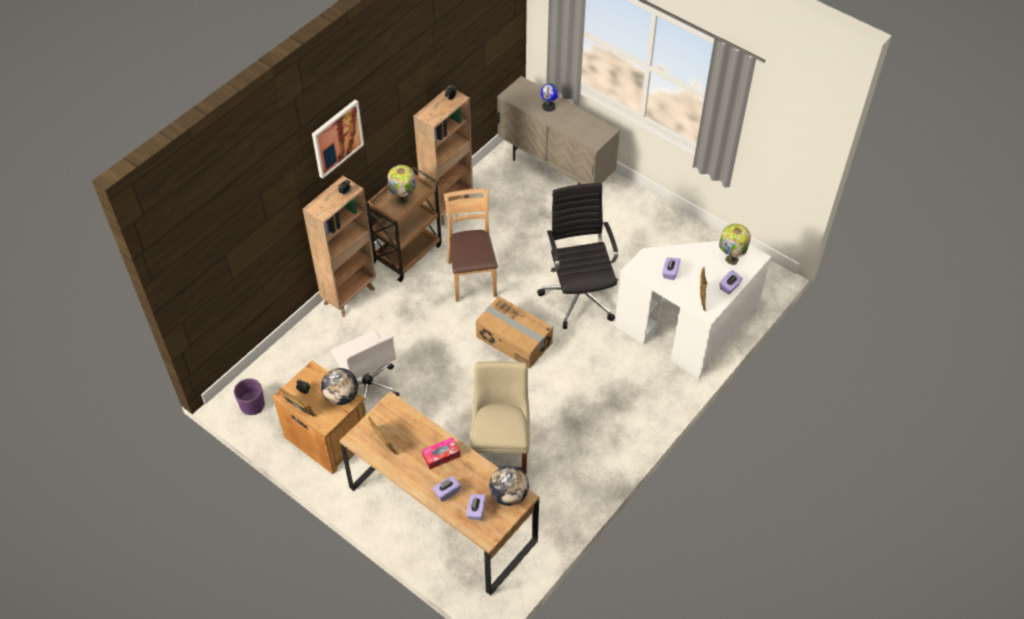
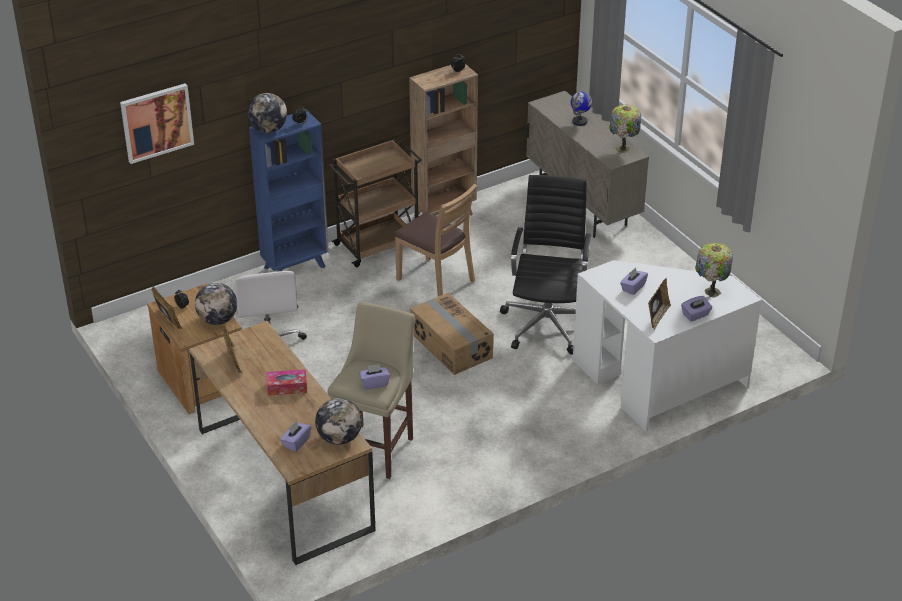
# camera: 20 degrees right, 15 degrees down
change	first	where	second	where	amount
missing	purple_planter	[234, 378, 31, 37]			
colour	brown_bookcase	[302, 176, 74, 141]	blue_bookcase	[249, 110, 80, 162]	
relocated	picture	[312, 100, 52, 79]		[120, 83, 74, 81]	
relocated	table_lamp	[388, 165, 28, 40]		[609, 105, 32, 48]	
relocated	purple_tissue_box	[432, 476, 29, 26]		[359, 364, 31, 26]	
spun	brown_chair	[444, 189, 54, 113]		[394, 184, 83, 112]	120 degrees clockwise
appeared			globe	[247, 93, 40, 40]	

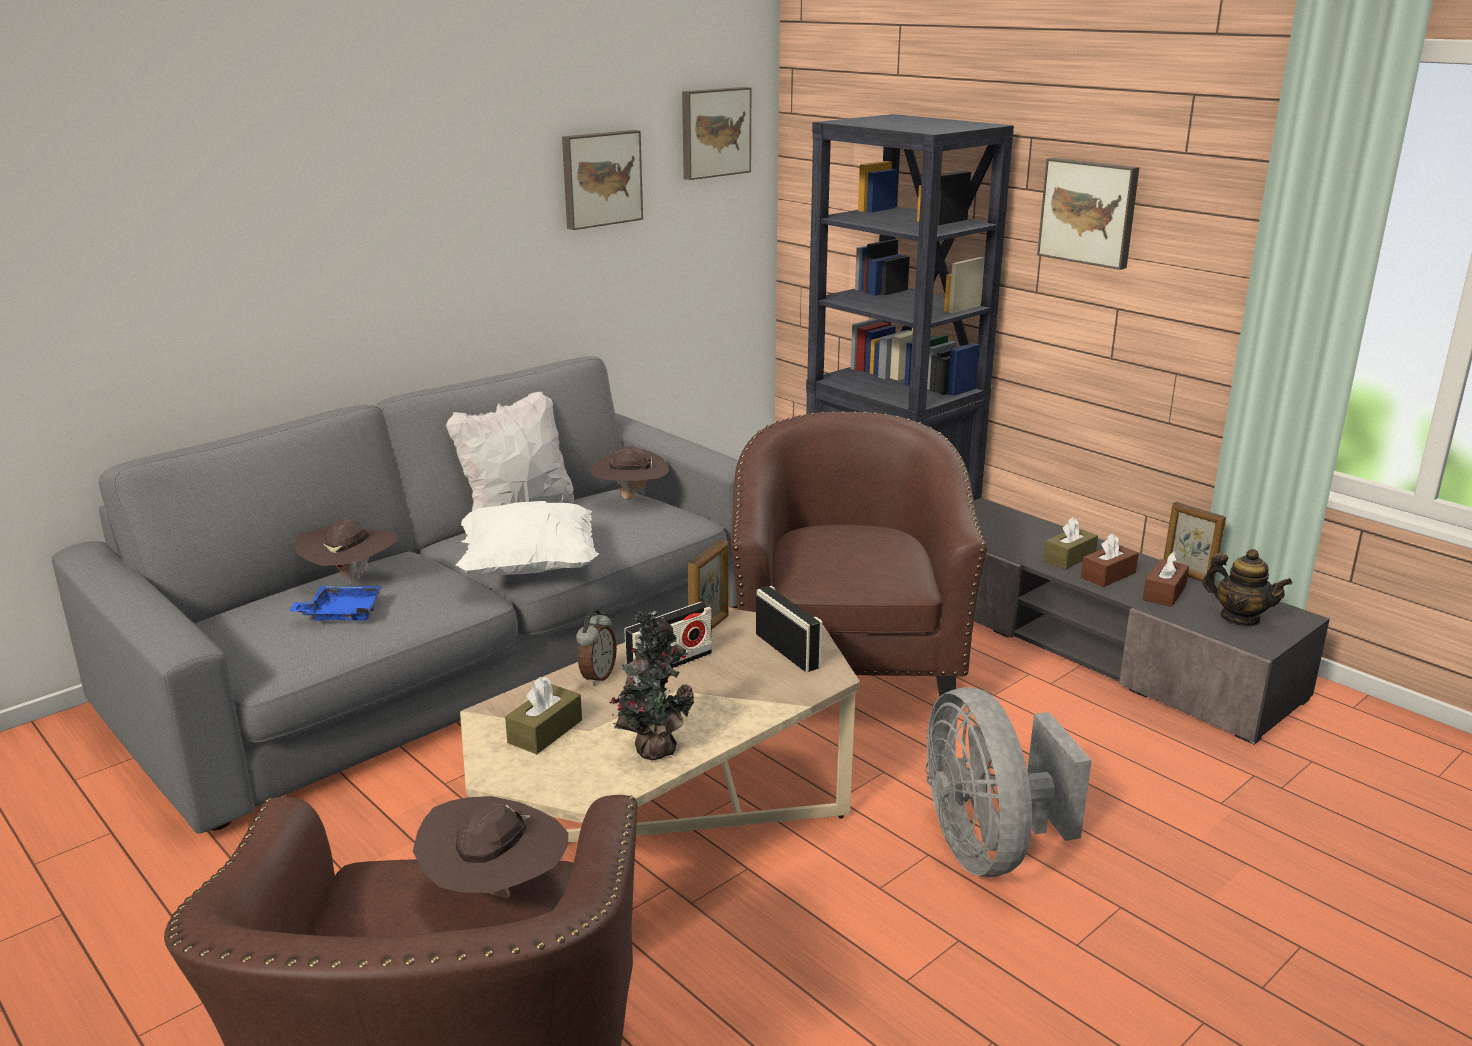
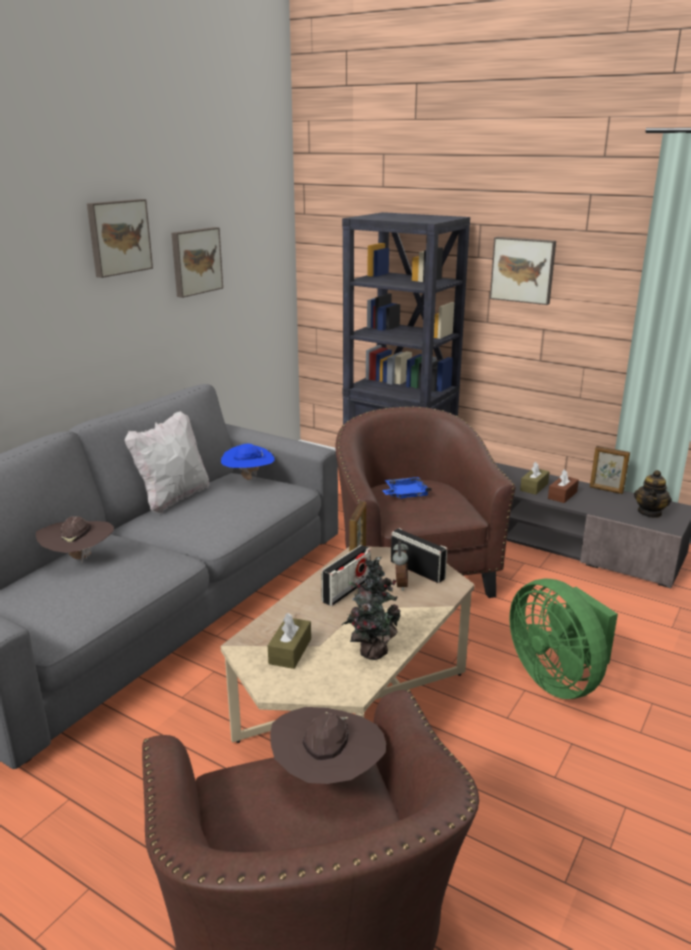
# camera: 15 degrees left, 0 degrees up
change	first	where	second	where	amount
relocated	blue_tray	[289, 586, 93, 35]		[382, 477, 50, 22]	
missing	white_pillow	[455, 501, 144, 75]			
relocated	alarm_clock	[576, 610, 41, 76]		[392, 541, 16, 50]	
colour	brown_hat	[591, 447, 78, 53]	blue_hat	[221, 443, 53, 37]	
relocated	picture	[682, 87, 69, 93]		[87, 199, 66, 79]	
colour	grey_fan	[926, 687, 166, 190]	green_fan	[509, 578, 109, 121]	
missing	brown_tissue_box	[1143, 551, 46, 56]			
spun	teapot	[1202, 549, 90, 77]		[634, 470, 38, 48]	90 degrees clockwise

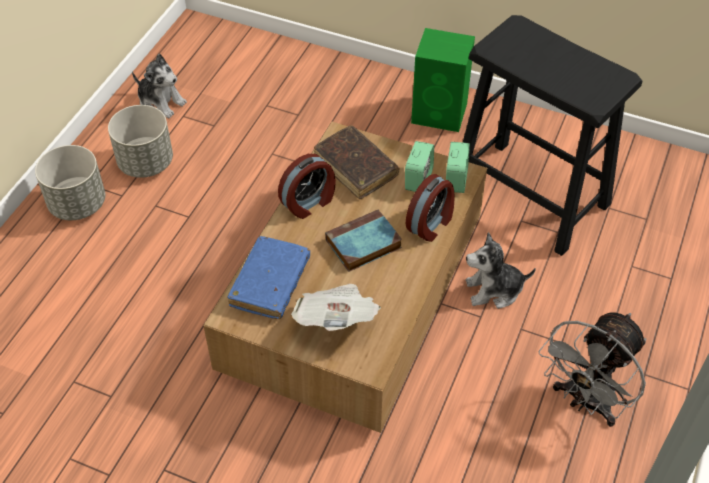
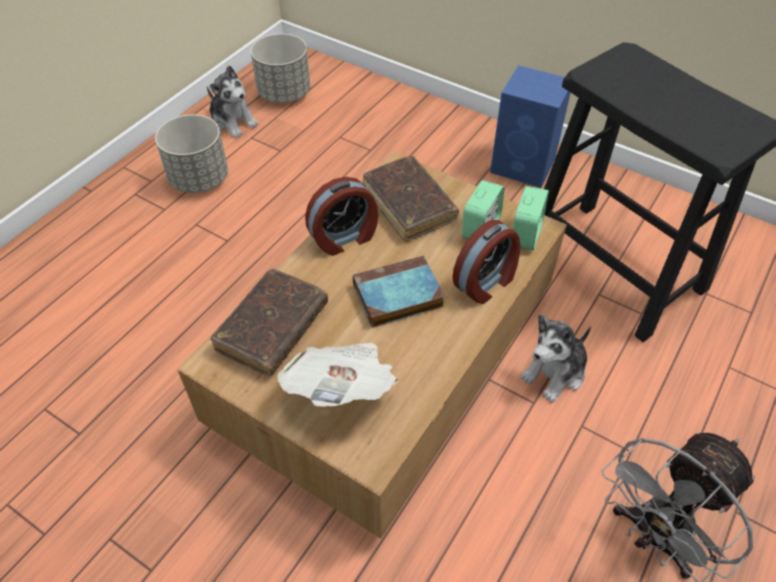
# camera: 10 degrees right, 0 degrees up
change	first	where	second	where	amount
relocated	grey_planter	[35, 145, 70, 75]		[251, 34, 59, 69]	
colour	blue_book	[227, 236, 83, 83]	brown_book	[210, 269, 118, 107]	
colour	green_speaker	[411, 28, 64, 104]	blue_speaker	[490, 65, 81, 123]	
spun	plush_toy	[466, 232, 70, 77]		[520, 314, 71, 89]	45 degrees counterclockwise

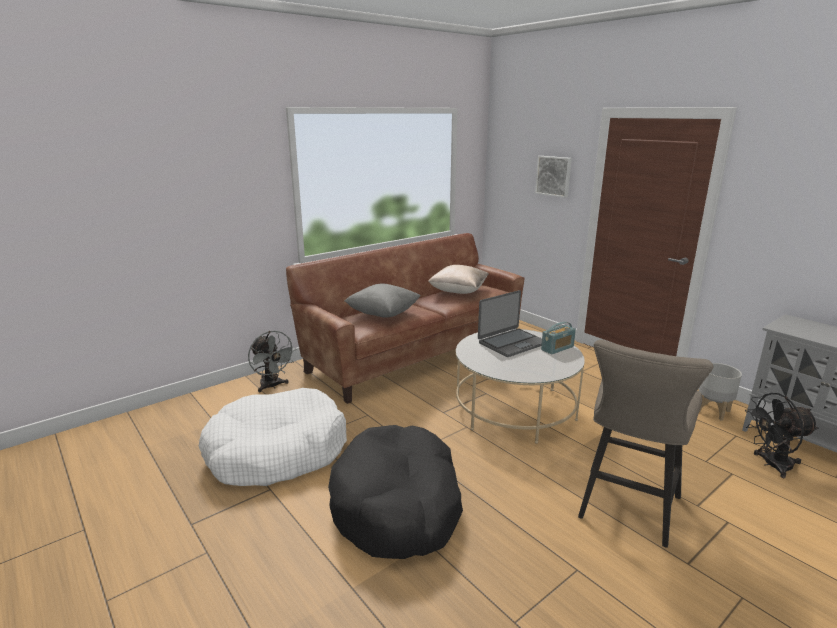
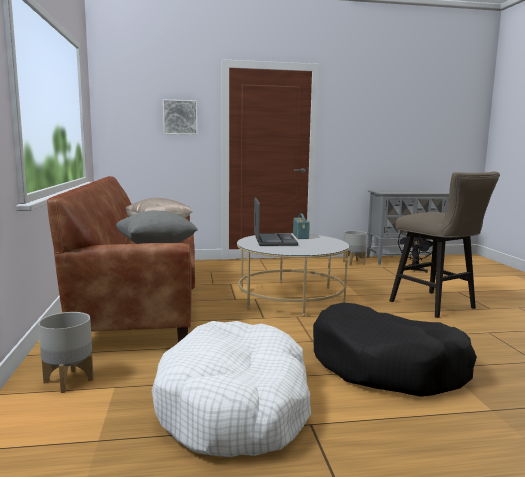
# camera: 60 degrees left, 10 degrees down
change	first	where	second	where	amount
exchanged	grey_fan	[248, 331, 48, 62]	grey_planter	[38, 312, 56, 81]	

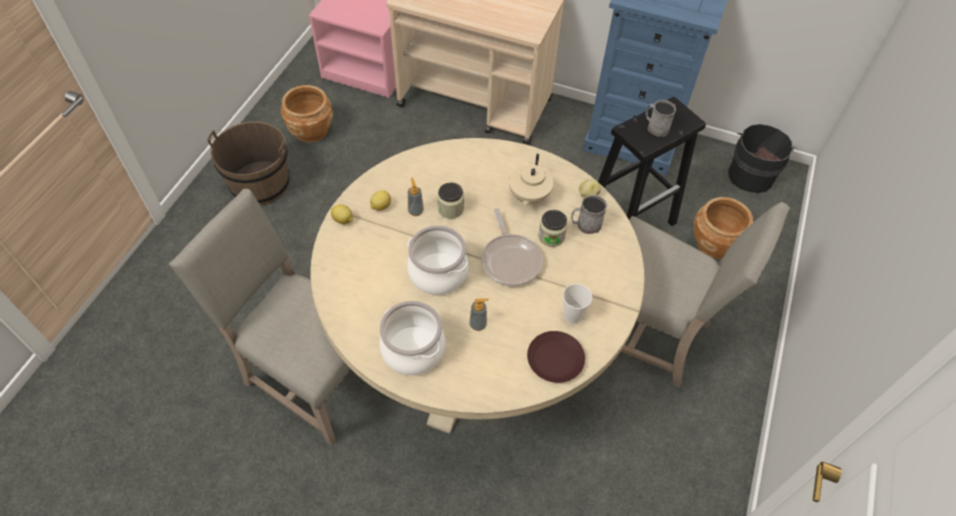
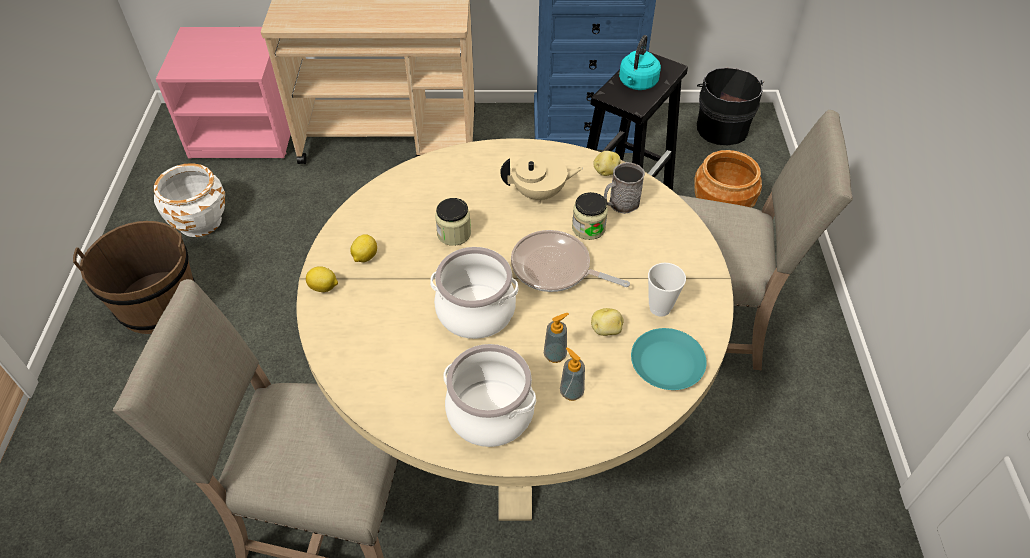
# camera: 20 degrees left, 5 degrees down
change	first	where	second	where	amount
colour	brown_planter	[281, 85, 52, 58]	white_planter	[154, 163, 71, 74]	
relocated	soap_dispenser	[408, 178, 16, 38]		[560, 347, 25, 54]	
spun	frying_pan	[481, 208, 62, 78]		[511, 230, 119, 62]	150 degrees clockwise
spun	beige_teapot	[509, 154, 44, 54]		[500, 153, 83, 51]	90 degrees counterclockwise
colour	brown_plate	[527, 331, 58, 52]	turquoise_plate	[631, 328, 76, 62]	
exchanged	grey_mug	[646, 100, 30, 37]	turquoise_kettle	[619, 35, 42, 55]	
appeared			potato	[591, 308, 33, 28]	

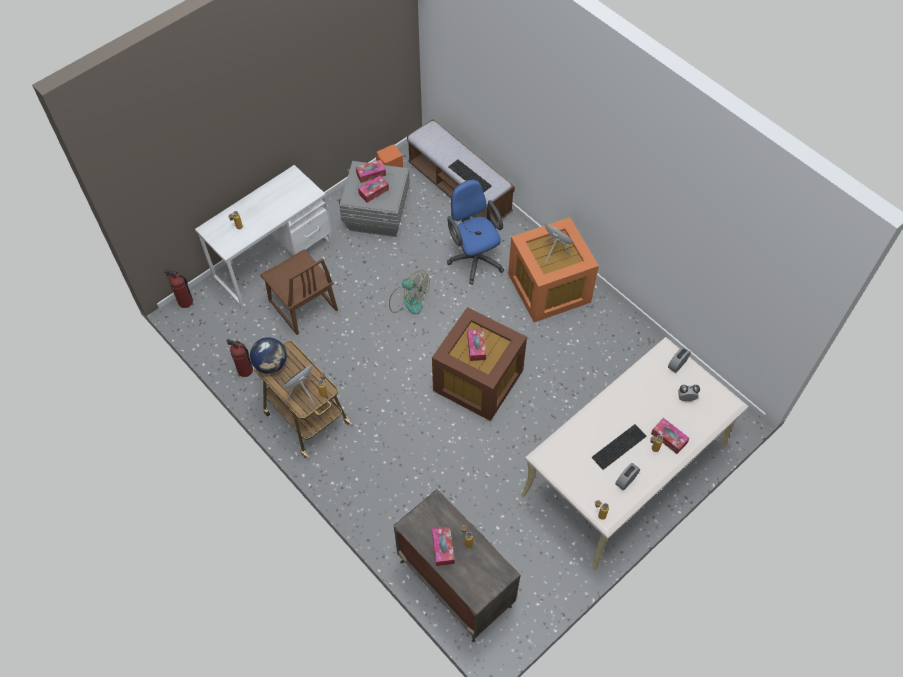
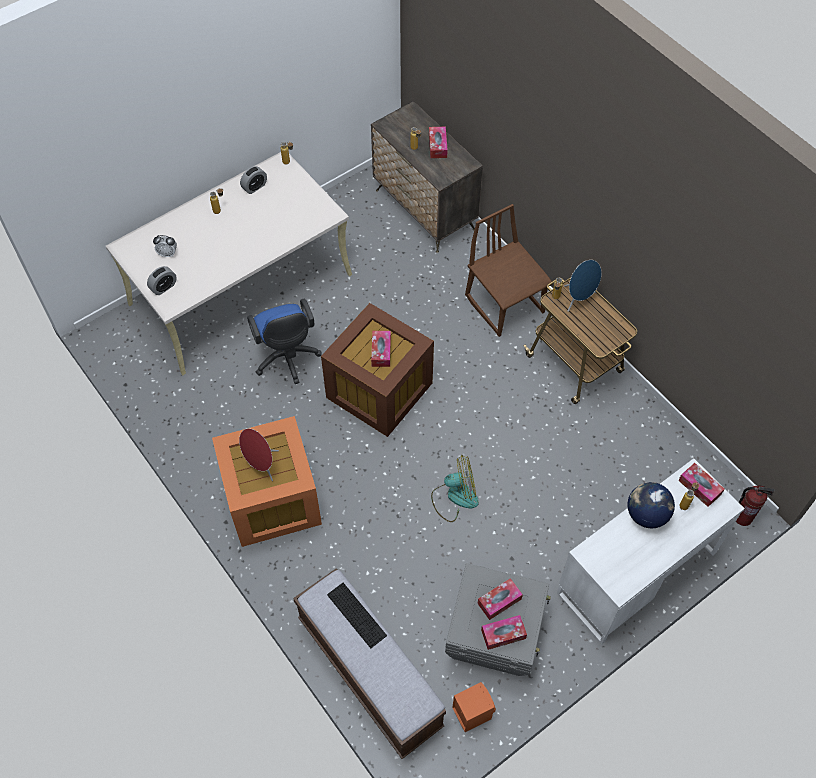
# camera: 175 degrees left, 0 degrees up
change	first	where	second	where	amount
missing	fire_extinguisher	[226, 339, 27, 38]			
relocated	globe	[250, 337, 37, 37]		[627, 482, 48, 46]	
relocated	brown_chair	[260, 249, 78, 86]		[465, 204, 87, 133]	
spun	fan	[389, 270, 41, 44]		[431, 455, 48, 67]	135 degrees clockwise
relocated	blue_office_chair	[447, 179, 57, 106]		[247, 299, 74, 85]	
missing	keyboard	[592, 424, 54, 46]			
relocated	tissue_box	[651, 418, 39, 36]		[678, 463, 46, 44]	

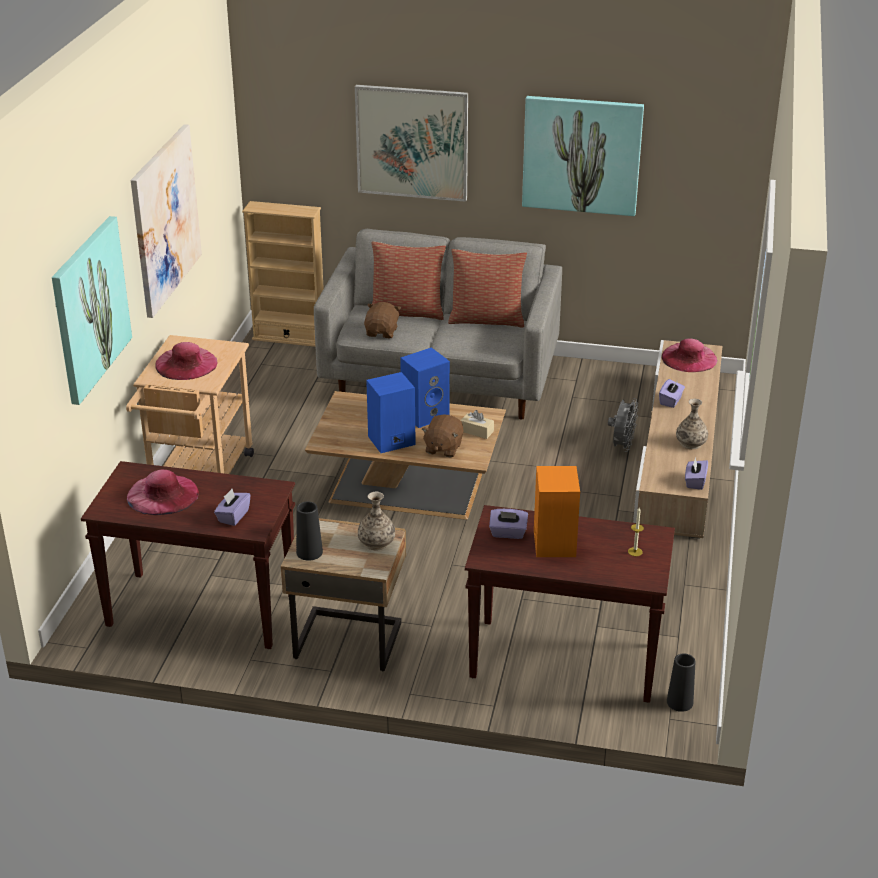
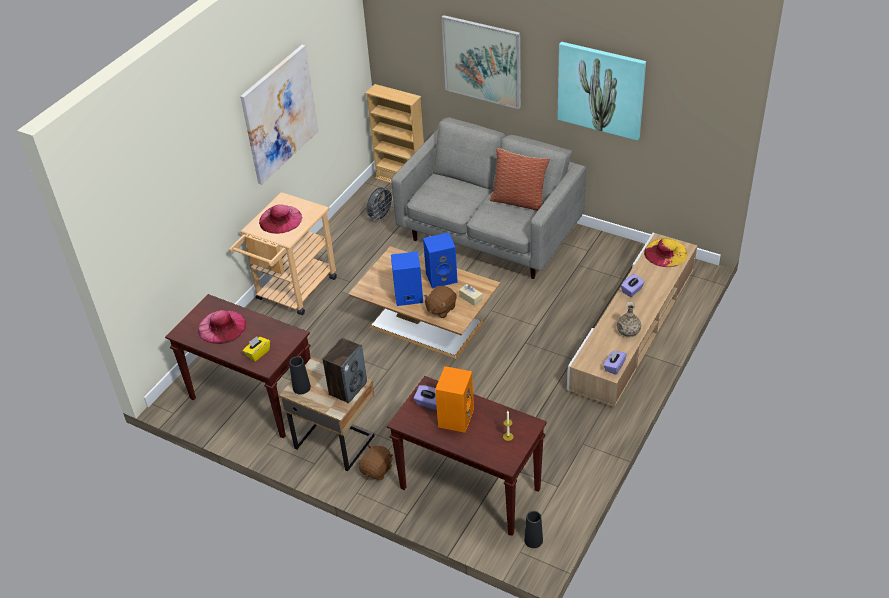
# camera: 20 degrees right, 10 degrees up
change	first	where	second	where	amount
missing	picture	[52, 216, 80, 189]			
colour	purple_tissue_box	[214, 489, 37, 37]	yellow_tissue_box	[243, 336, 27, 25]	
exchanged	vase	[358, 492, 37, 58]	speaker	[323, 338, 44, 66]	
relocated	brown_plush_toy	[364, 302, 37, 36]		[359, 445, 34, 35]	
missing	pillow	[371, 241, 75, 79]			
relocated	grey_fan	[608, 398, 30, 54]		[366, 187, 28, 35]	
colour	pink_hat	[662, 339, 56, 33]	yellow_hat	[644, 238, 43, 29]	

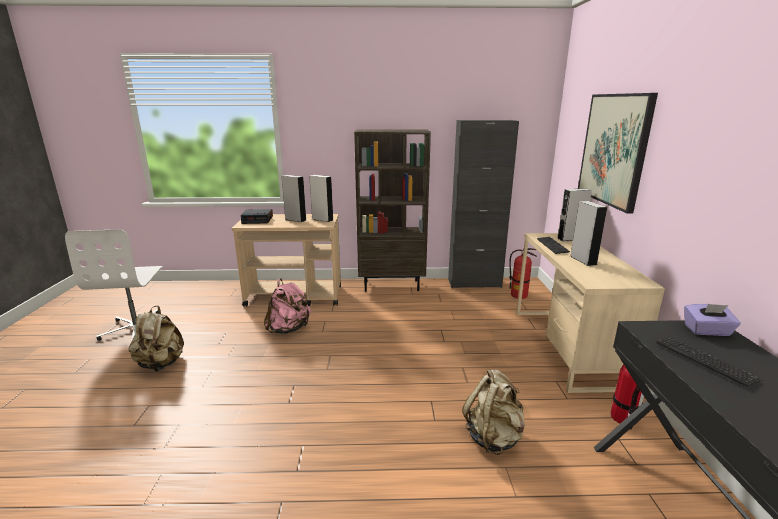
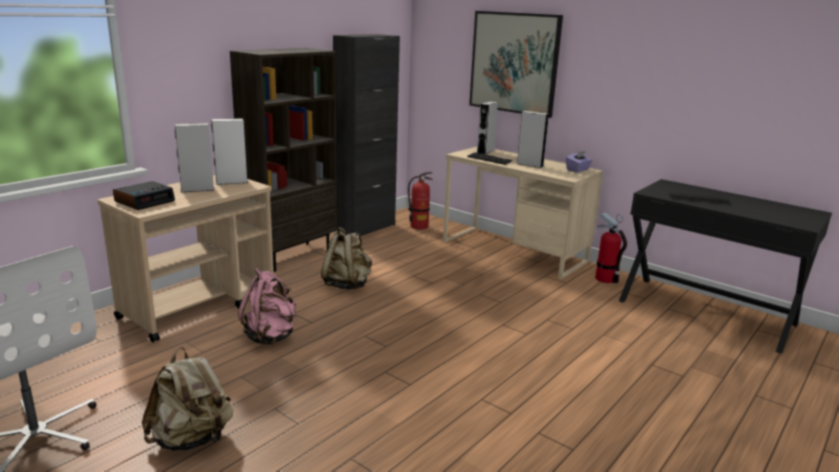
# camera: 50 degrees left, 0 degrees up
change	first	where	second	where	amount
relocated	beige_backpack	[462, 369, 63, 86]		[321, 227, 51, 63]	
relocated	purple_tissue_box	[684, 304, 57, 32]		[566, 151, 26, 21]	

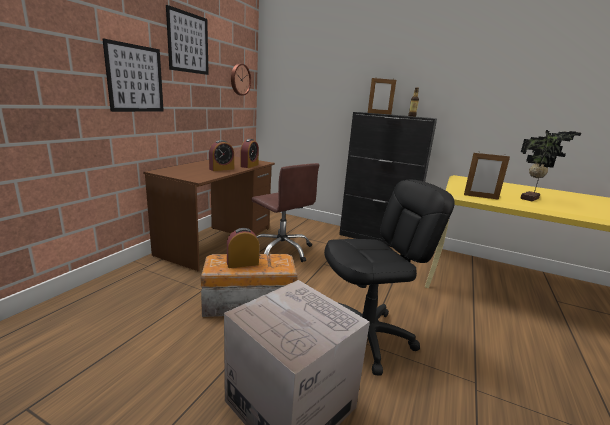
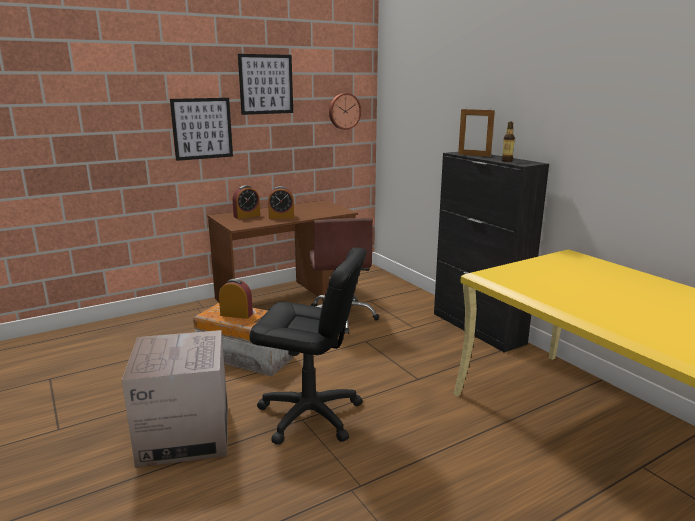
# camera: 35 degrees right, 0 degrees up
change	first	where	second	where	amount
relocated	alarm_clock	[240, 139, 19, 29]		[232, 185, 28, 34]	
missing	picture_frame	[464, 153, 46, 47]			
missing	potted_plant	[520, 130, 61, 72]			

